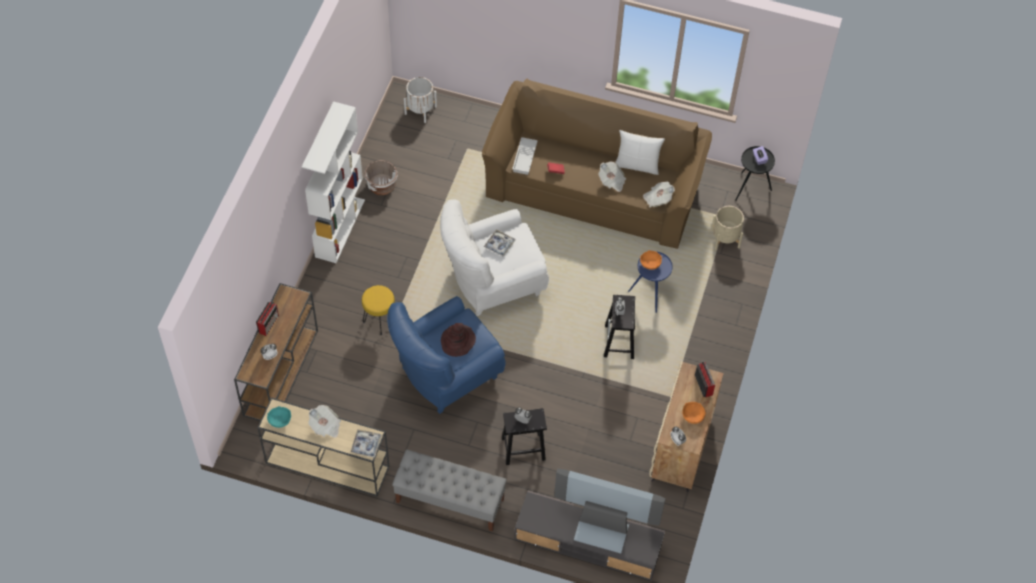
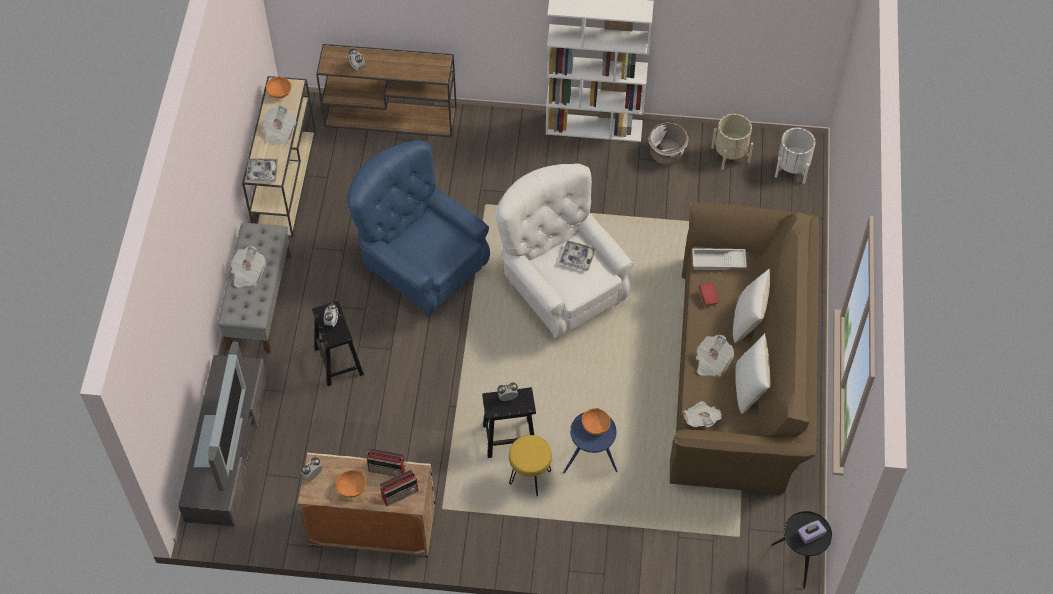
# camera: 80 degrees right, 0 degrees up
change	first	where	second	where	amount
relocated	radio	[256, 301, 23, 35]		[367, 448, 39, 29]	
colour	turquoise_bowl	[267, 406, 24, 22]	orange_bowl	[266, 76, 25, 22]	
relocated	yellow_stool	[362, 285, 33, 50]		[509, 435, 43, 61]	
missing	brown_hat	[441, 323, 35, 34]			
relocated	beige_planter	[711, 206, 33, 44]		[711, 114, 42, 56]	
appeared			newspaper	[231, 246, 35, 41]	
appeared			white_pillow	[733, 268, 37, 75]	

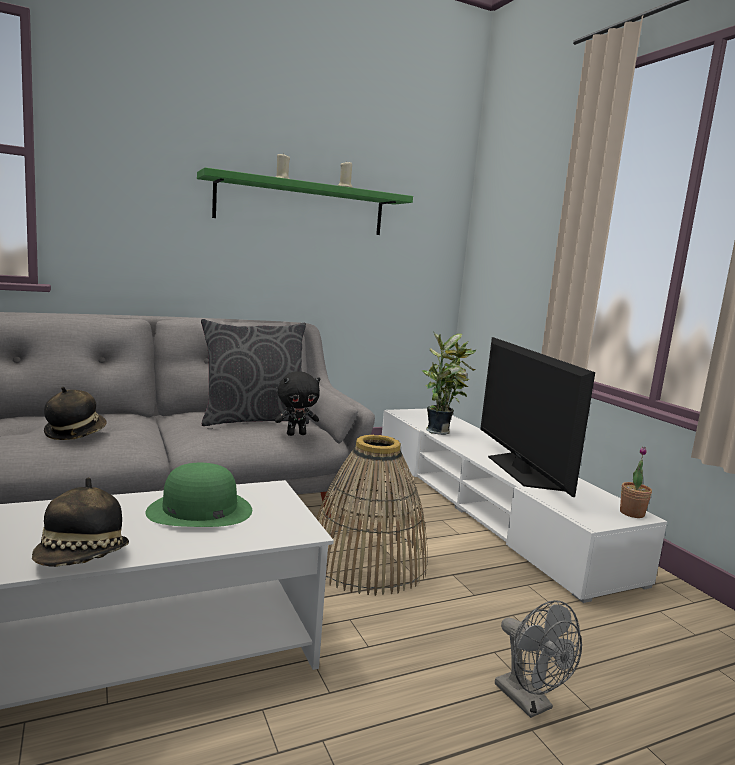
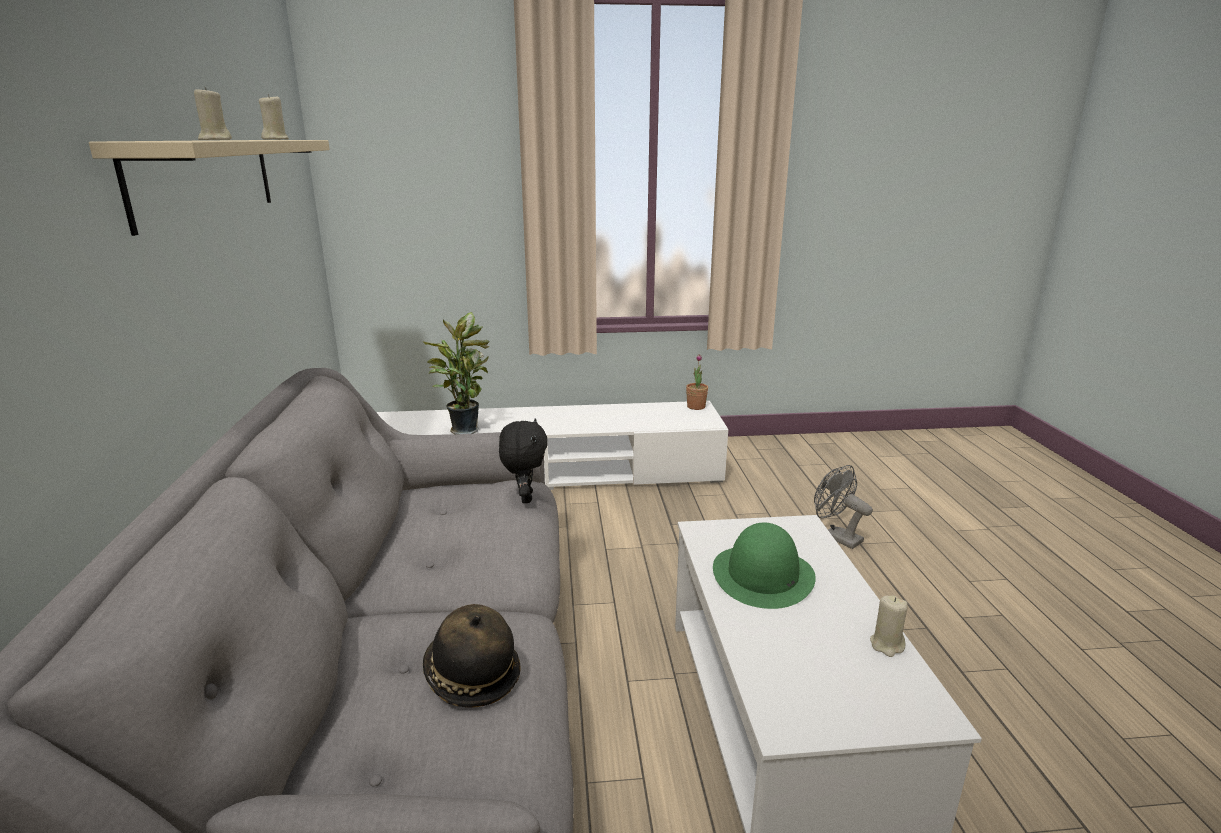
# camera: 70 degrees left, 10 degrees up
change	first	where	second	where	amount
exchanged	hat	[32, 477, 97, 90]	beige_candle	[870, 596, 38, 61]	
colour	green_shelf	[197, 167, 216, 68]	beige_shelf	[89, 140, 241, 96]	
missing	grey_pillow	[201, 319, 108, 107]			
missing	basket	[317, 435, 111, 161]			
missing	television	[480, 337, 115, 160]			
spun	grey_fan	[495, 600, 87, 118]		[814, 465, 59, 84]	120 degrees counterclockwise

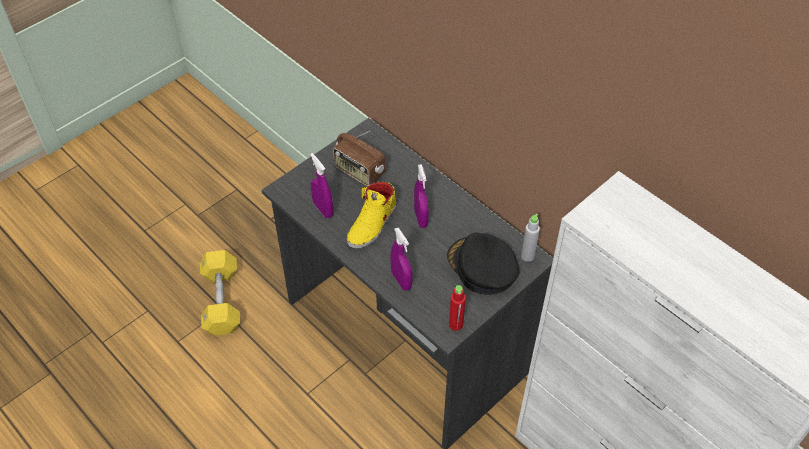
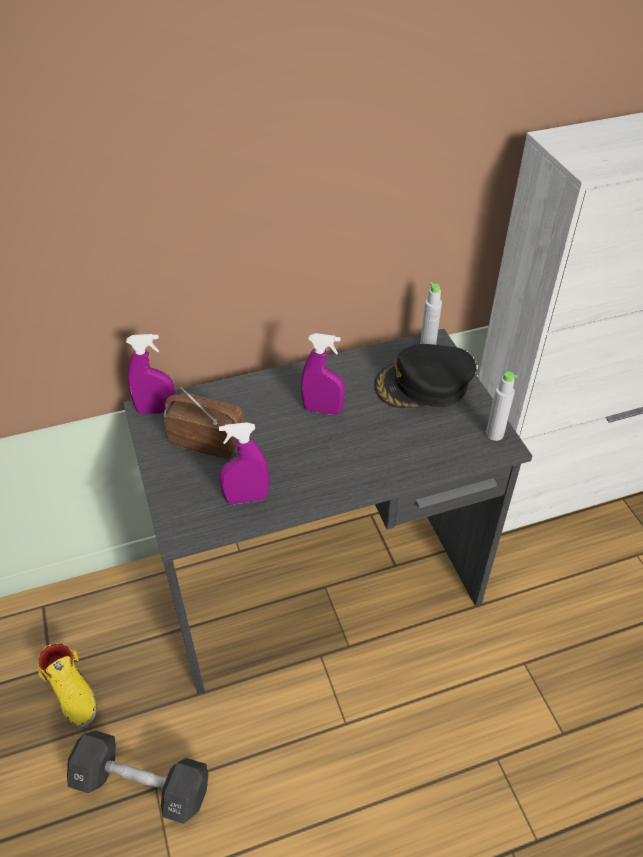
# camera: 65 degrees left, 5 degrees down
change	first	where	second	where	amount
colour	yellow_dumbbell	[200, 250, 40, 86]	black_dumbbell	[67, 730, 141, 94]	
spun	radio	[333, 130, 52, 56]		[164, 387, 80, 72]	135 degrees counterclockwise
relocated	yellow_shoe	[347, 182, 49, 67]		[38, 643, 58, 85]	
relocated	purple_spray_bottle	[391, 228, 21, 63]		[126, 334, 49, 80]	
colour	red_bottle	[449, 285, 17, 46]	grey_bottle	[486, 371, 31, 70]	

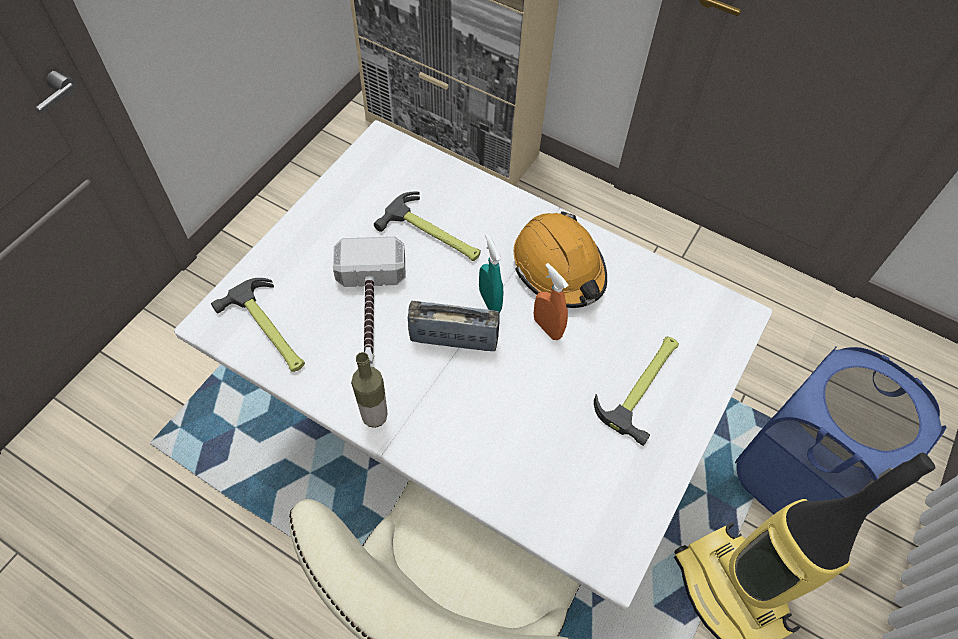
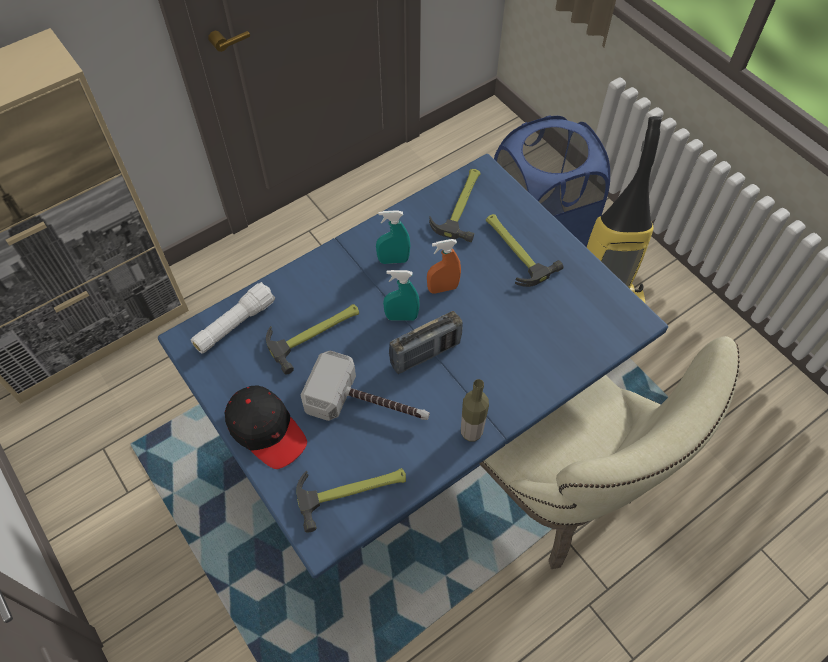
# camera: 65 degrees left, 0 degrees up
change	first	where	second	where	amount
colour	white_dining_table	[174, 120, 598, 490]	blue_dining_table	[158, 154, 510, 425]	
spun	radio	[408, 301, 91, 50]		[389, 311, 74, 63]	150 degrees counterclockwise
exchanged	orange_hard_hat	[514, 211, 93, 97]	turquoise_spray_bottle	[376, 210, 34, 54]	
appeared			white_flashlight	[191, 282, 84, 71]	
appeared			black_cap	[224, 385, 83, 84]	
appeared			hammer	[429, 169, 52, 73]	

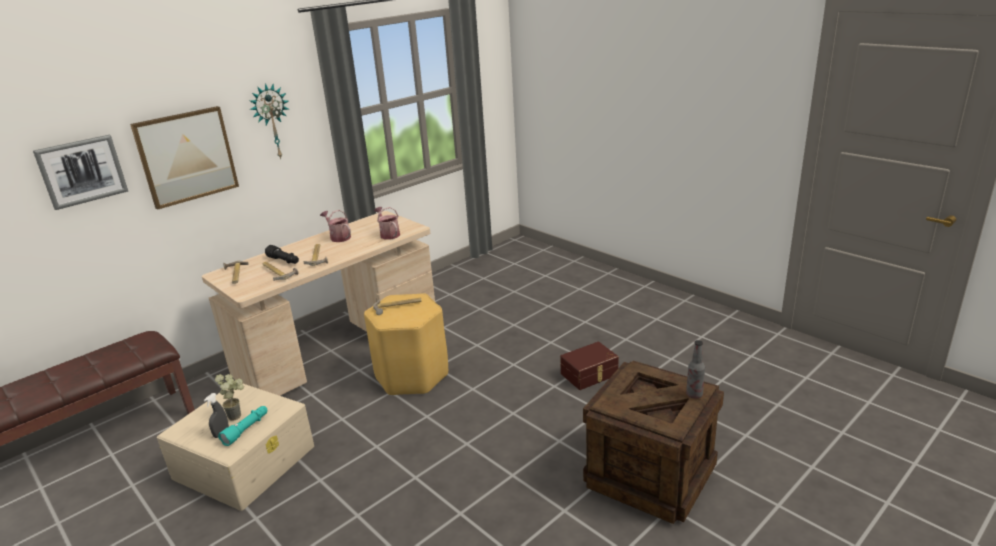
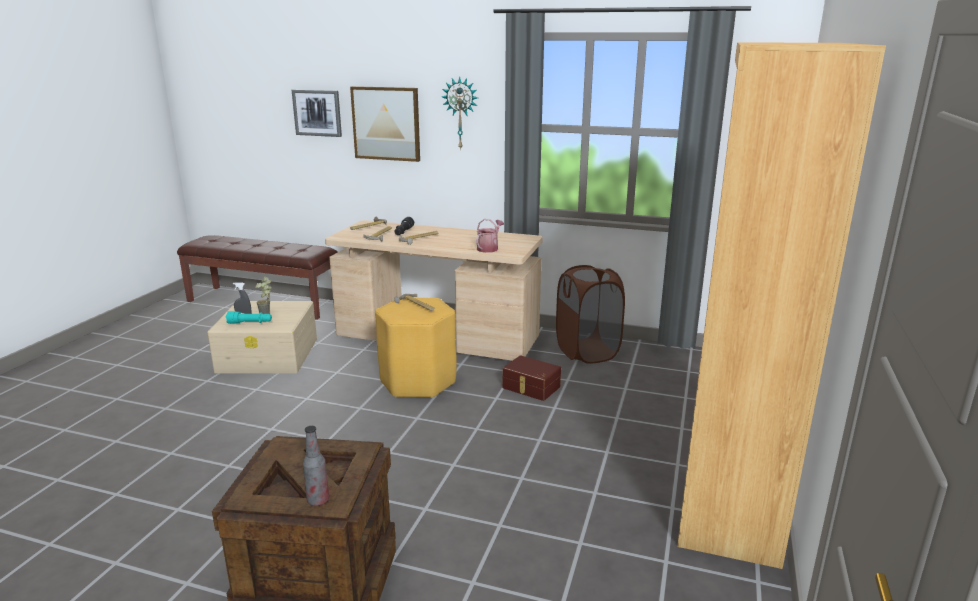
# camera: 60 degrees right, 5 degrees down
change	first	where	second	where	amount
missing	watering_can	[320, 210, 31, 32]			
relocated	brown_storage_box	[560, 342, 59, 48]		[502, 355, 59, 46]	
appeared			brown_laundry_basket	[556, 265, 69, 99]	
appeared			brown_bookcase	[677, 42, 209, 527]	

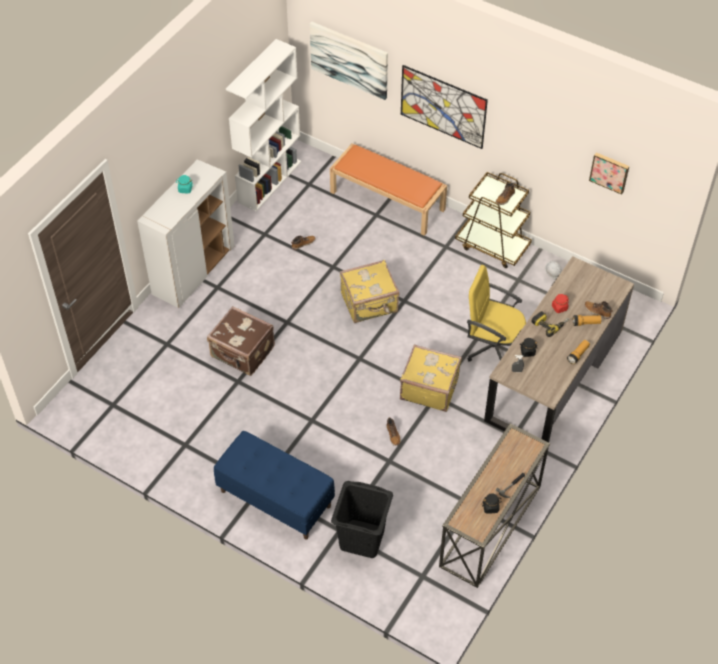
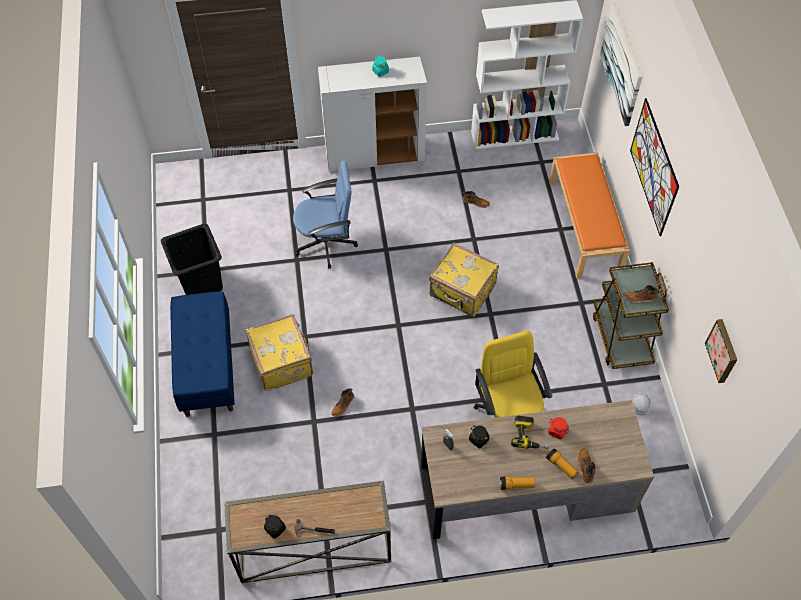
# camera: 50 degrees right, 5 degrees up
change	first	where	second	where	amount
exchanged	brown_suitcase	[207, 306, 68, 70]	blue_office_chair	[293, 160, 65, 109]	
relocated	black_laundry_basket	[331, 481, 62, 77]		[161, 224, 62, 71]	
relocated	yellow_suitcase	[400, 344, 62, 68]		[246, 314, 67, 77]	

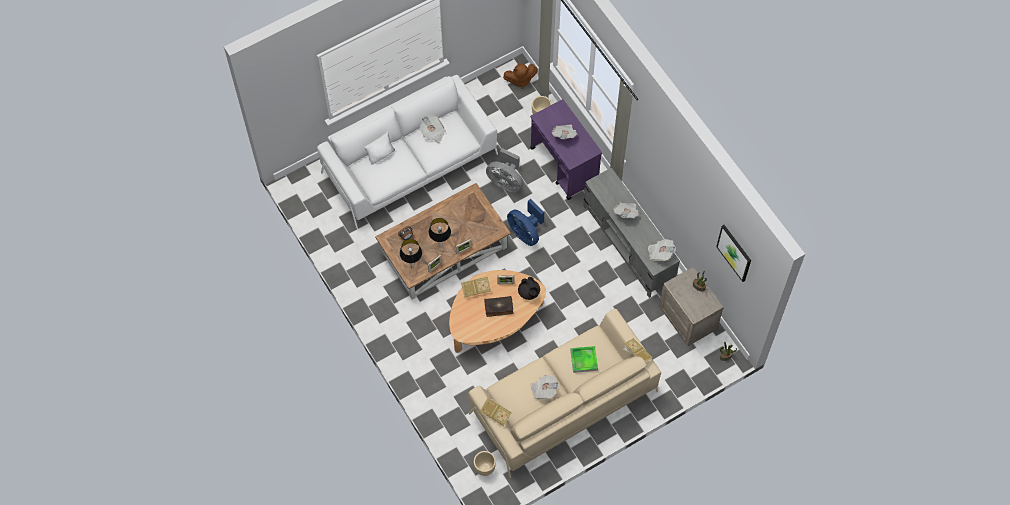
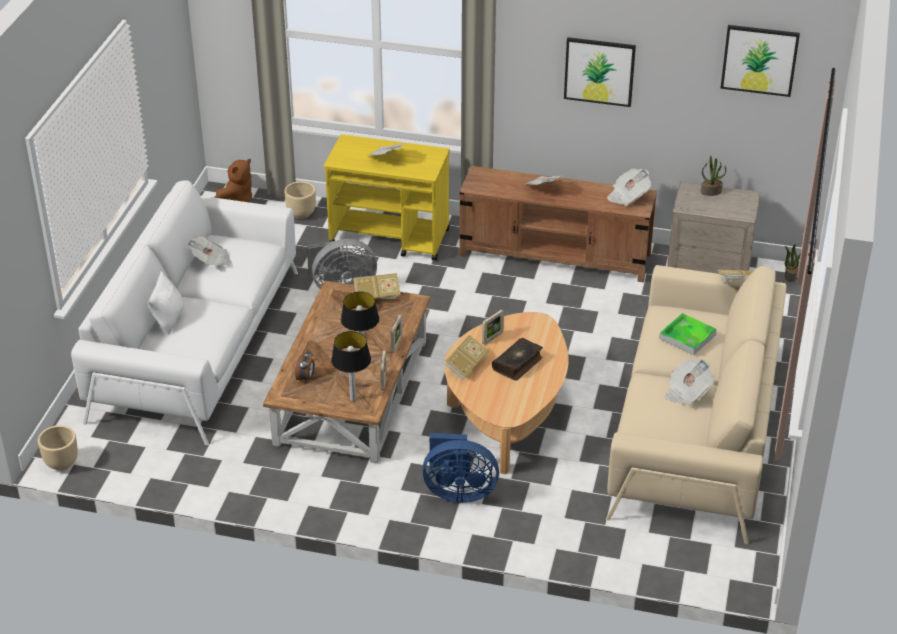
# camera: 45 degrees left, 25 degrees down
change	first	where	second	where	amount
relocated	beige_planter	[474, 451, 22, 25]		[38, 425, 40, 46]	
relocated	book	[480, 398, 32, 28]		[353, 273, 48, 26]	
relocated	blue_fan	[507, 199, 37, 47]		[422, 433, 77, 70]	
missing	black_teapot	[518, 277, 22, 23]			
colour	purple_cart	[530, 99, 72, 101]	yellow_cart	[324, 134, 126, 127]	
colour	grey_tv_stand	[583, 168, 97, 130]	brown_tv_stand	[459, 166, 198, 117]	
appeared			picture	[564, 37, 72, 70]	

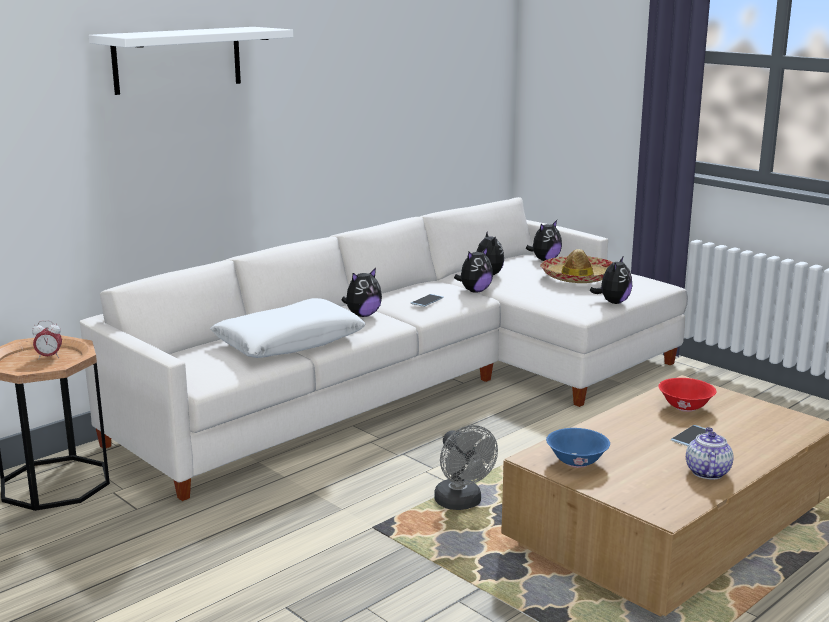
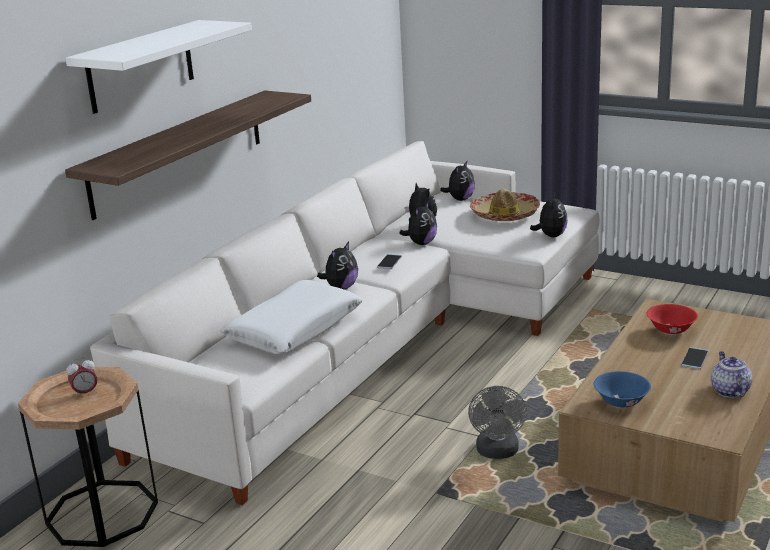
# camera: 15 degrees left, 5 degrees up
change	first	where	second	where	amount
spun	grey_fan	[434, 425, 64, 85]		[468, 386, 59, 73]	45 degrees clockwise
appeared			shelf	[65, 90, 246, 130]	

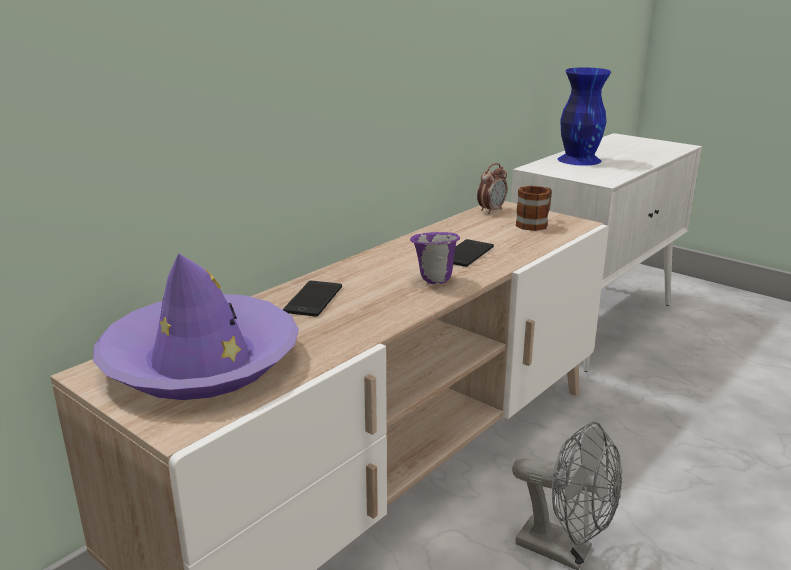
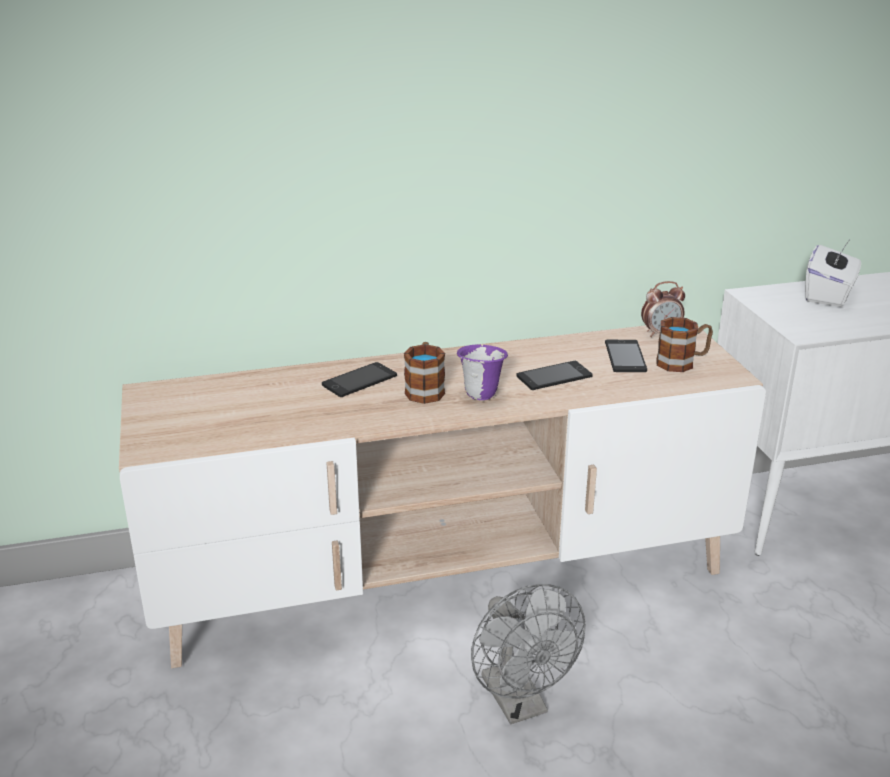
# camera: 35 degrees right, 5 degrees up
change	first	where	second	where	amount
missing	purple_hat	[93, 253, 206, 147]			
exchanged	blue_vase	[558, 67, 53, 98]	white_tissue_box	[805, 241, 56, 66]	
appeared			mug	[404, 342, 41, 62]	
appeared			phone	[605, 340, 42, 32]	

